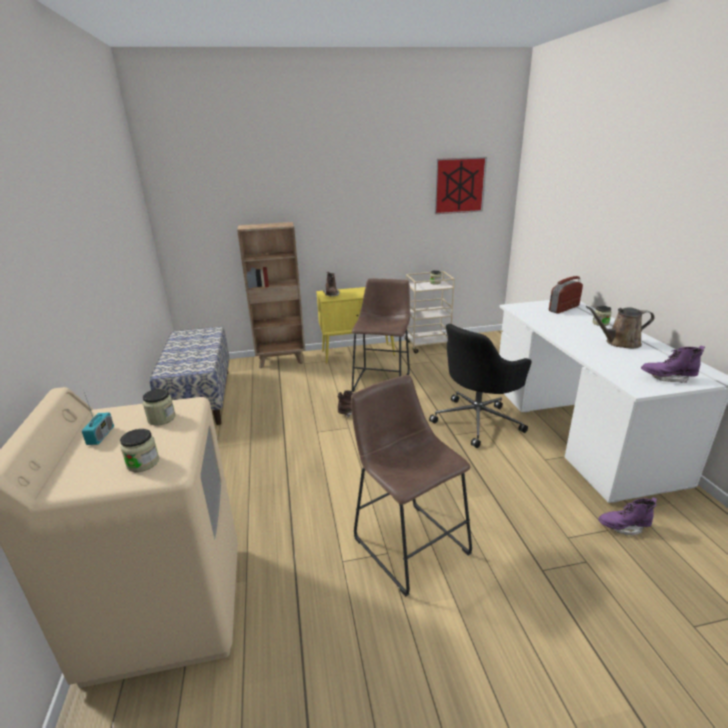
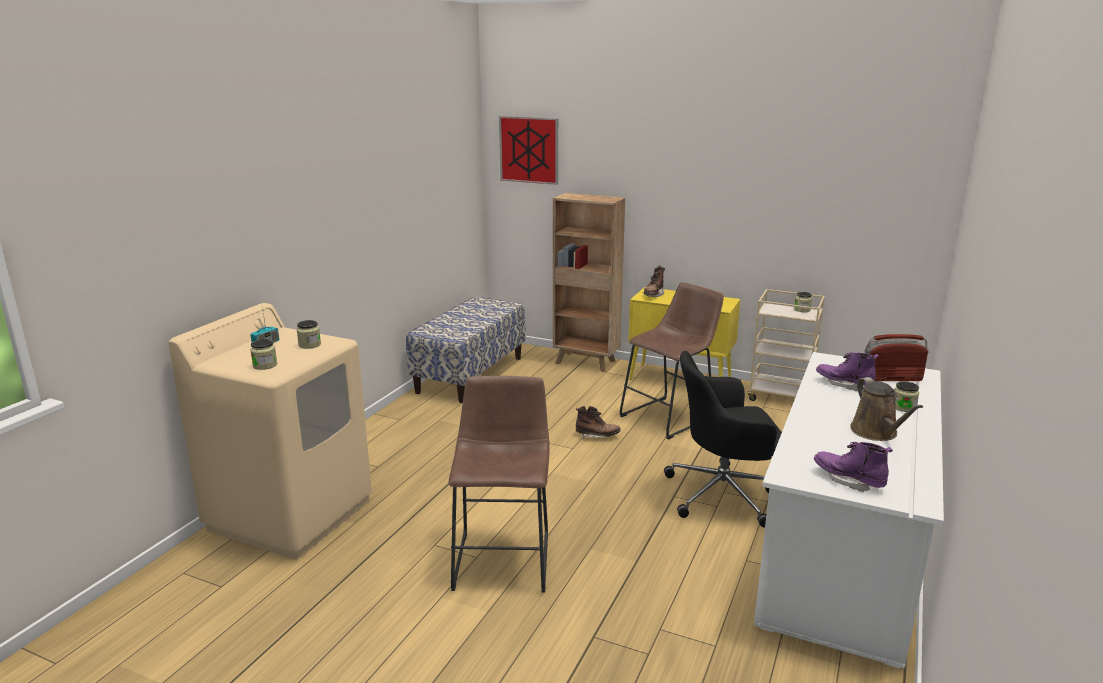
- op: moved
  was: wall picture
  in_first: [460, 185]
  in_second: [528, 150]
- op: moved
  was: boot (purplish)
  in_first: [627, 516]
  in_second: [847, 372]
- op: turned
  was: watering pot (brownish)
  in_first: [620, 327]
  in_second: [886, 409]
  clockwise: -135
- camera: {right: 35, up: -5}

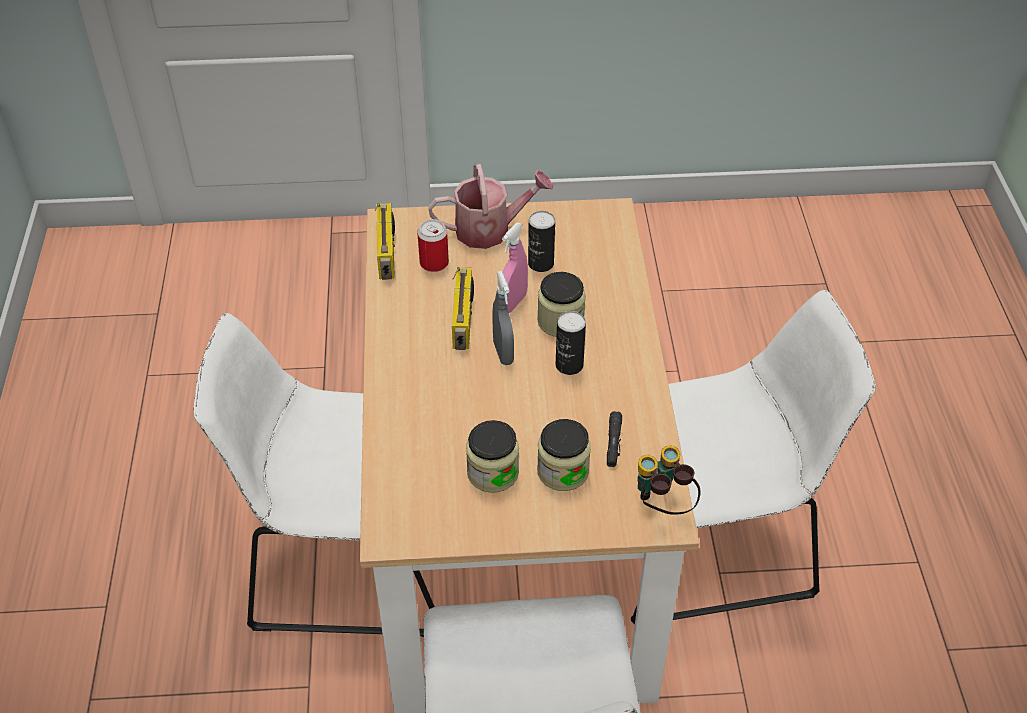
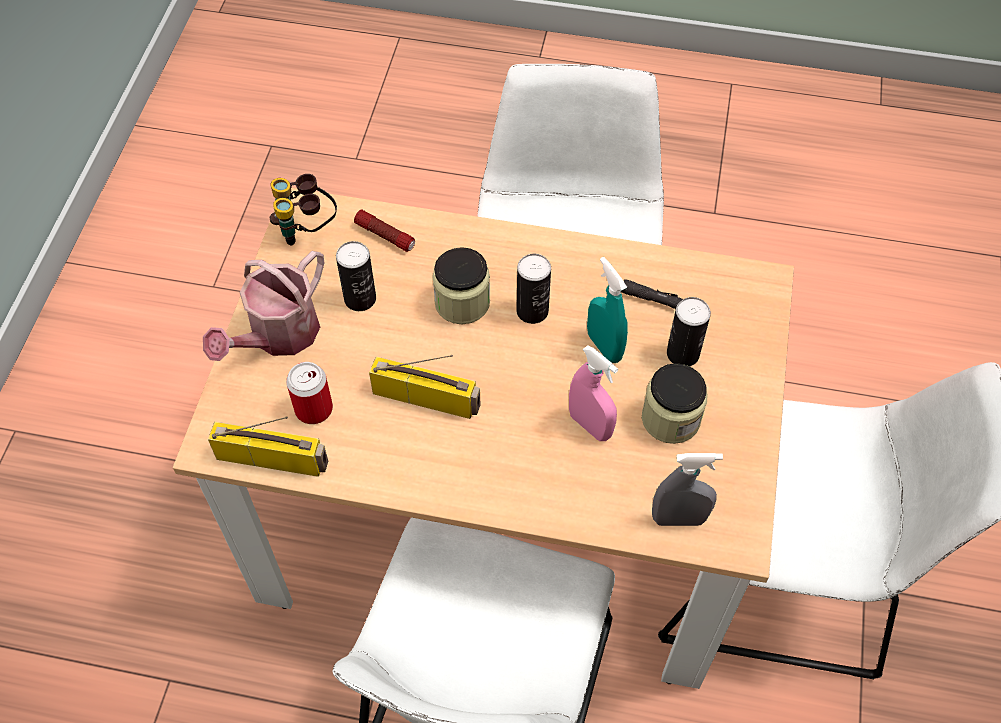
- op: turned
  was: watering pot
  in_first: [490, 206]
  in_second: [263, 306]
  clockwise: -150
- op: moved
  was: field glasses
  in_first: [669, 480]
  in_second: [303, 209]
- op: added
  now: flashlight
  in_second: [384, 230]
- op: moved
  was: spray bottle (pink)
  in_first: [515, 268]
  in_second: [593, 393]
- op: added
  now: spray bottle (turquoise)
  in_second: [607, 310]
- op: moved
  was: spray bottle (greyish)
  in_first: [503, 318]
  in_second: [687, 489]
- op: replaced
  was: jar
  now: sealed can
  in_first: [564, 455]
  in_second: [689, 332]
- camera: {right: -75, up: 10}

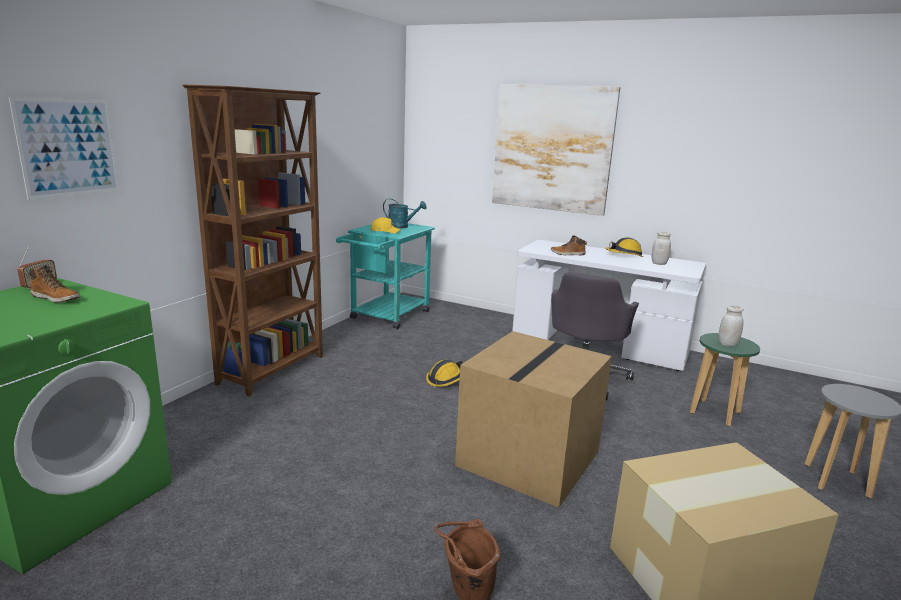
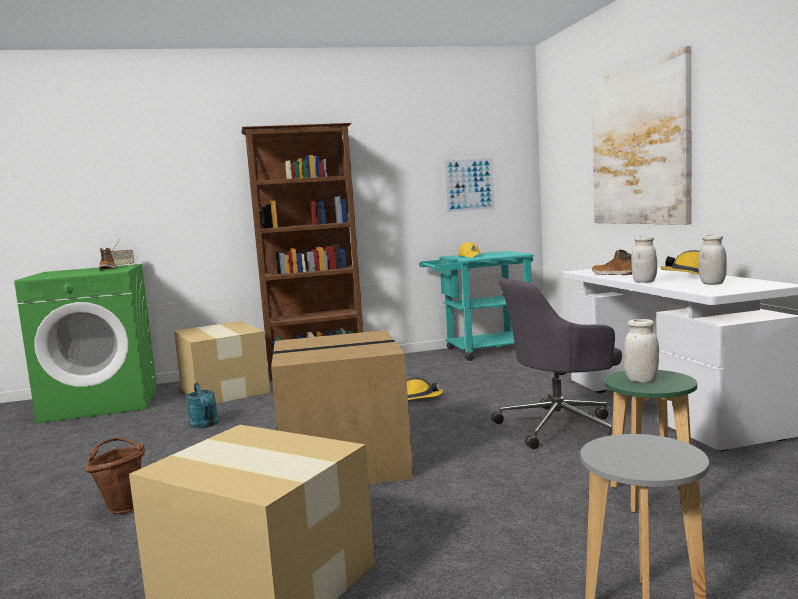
- op: added
  now: carton
  in_second: [222, 362]
- op: moved
  was: watering pot (turquoise)
  in_first: [405, 214]
  in_second: [202, 406]
- op: moved
  was: wall picture
  in_first: [64, 148]
  in_second: [469, 185]
- op: added
  now: jar (whitish)
  in_second: [644, 259]
- camera: {right: 50, up: -10}

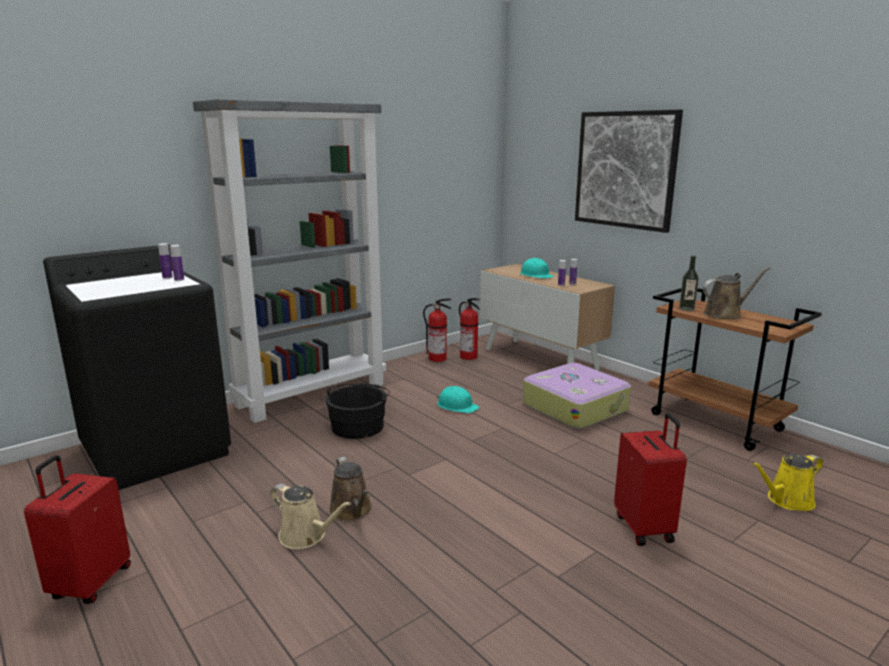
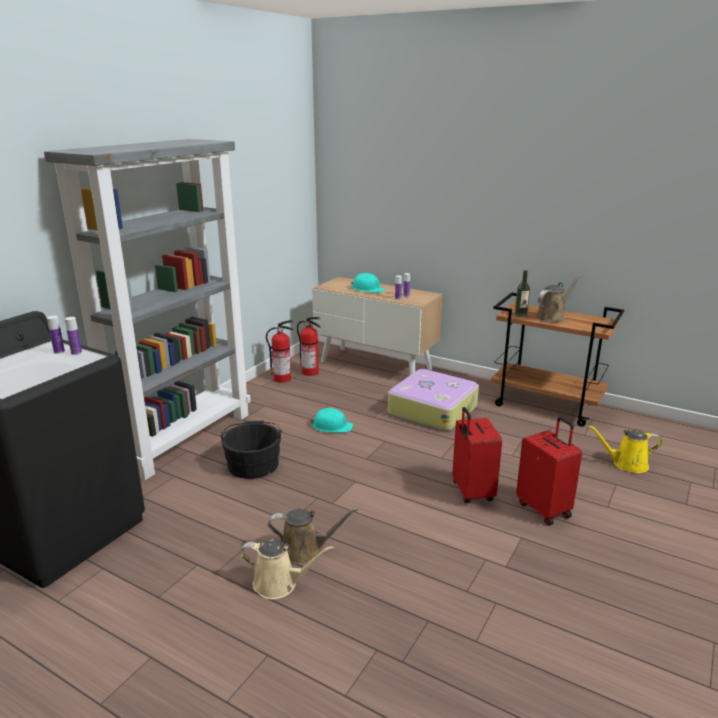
- op: turned
  was: watering pot (brownish)
  in_first: [350, 489]
  in_second: [313, 536]
  clockwise: -45
- op: moved
  was: suitcase (red-coloured)
  in_first: [77, 529]
  in_second: [477, 455]
- op: turned
  was: watering pot (yellow-coloured)
  in_first: [787, 482]
  in_second: [625, 449]
  clockwise: 45
- op: removed
  was: wall picture
  in_first: [629, 171]
- camera: {right: -20, up: 5}

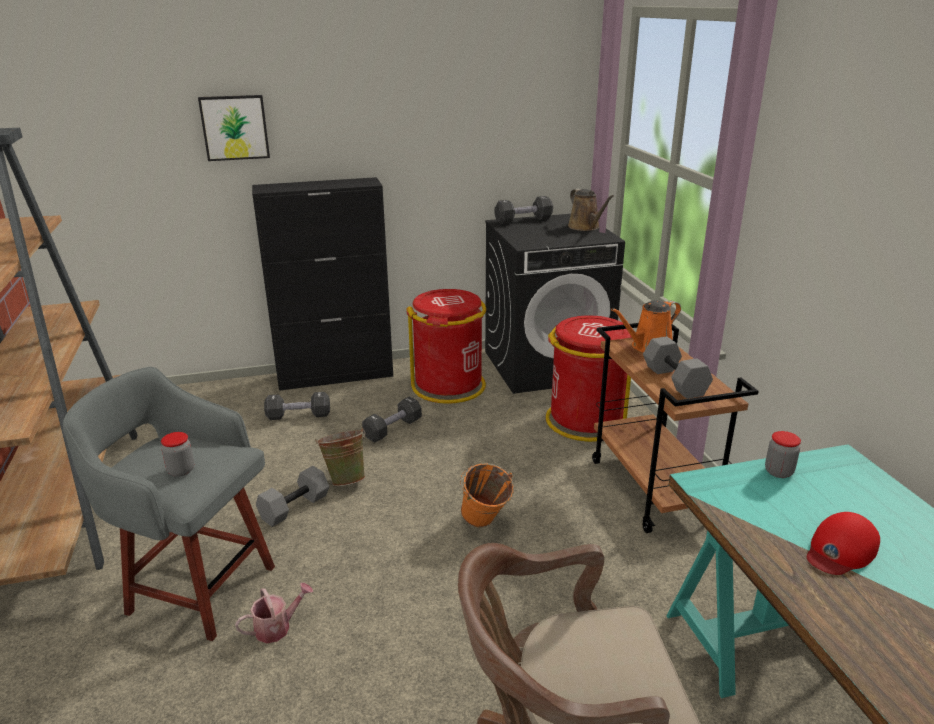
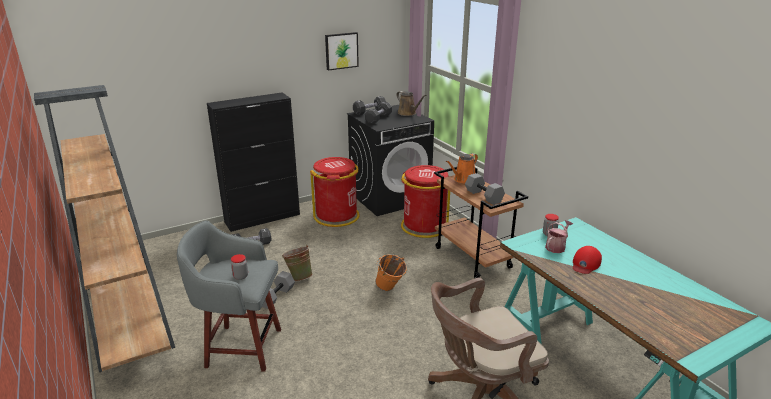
- op: moved
  was: wall picture
  in_first: [234, 128]
  in_second: [342, 51]
- op: moved
  was: hand weight (blackish)
  in_first: [392, 419]
  in_second: [378, 113]
- op: moved
  was: watering pot
  in_first: [274, 613]
  in_second: [559, 236]
- camera: {right: -15, up: 0}

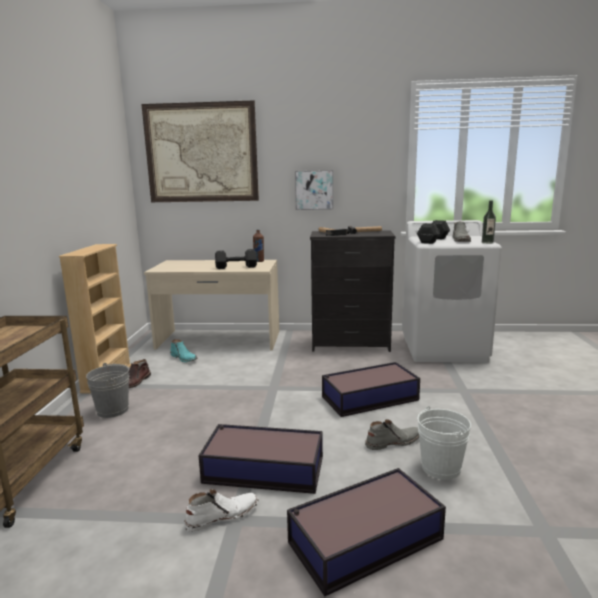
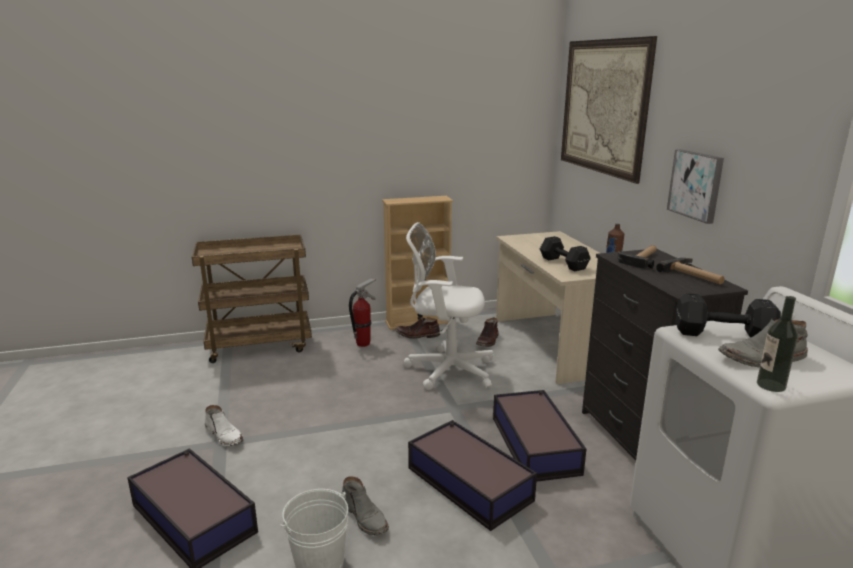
- op: replaced
  was: bucket (greyish)
  now: extinguisher
  in_first: [107, 390]
  in_second: [362, 312]
- op: added
  now: office chair (whitish)
  in_second: [448, 306]
- op: recoloured
  was: boot (turquoise)
  now: boot (brownish)
  in_first: [183, 350]
  in_second: [487, 332]
- op: moved
  was: storage box
  in_first: [261, 459]
  in_second: [539, 436]
- camera: {right: 70, up: 5}

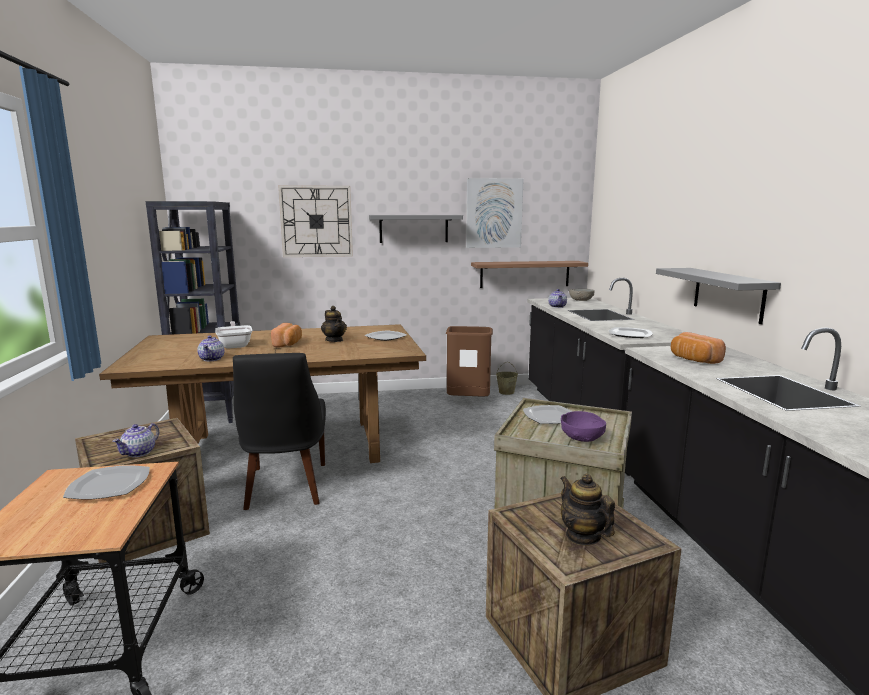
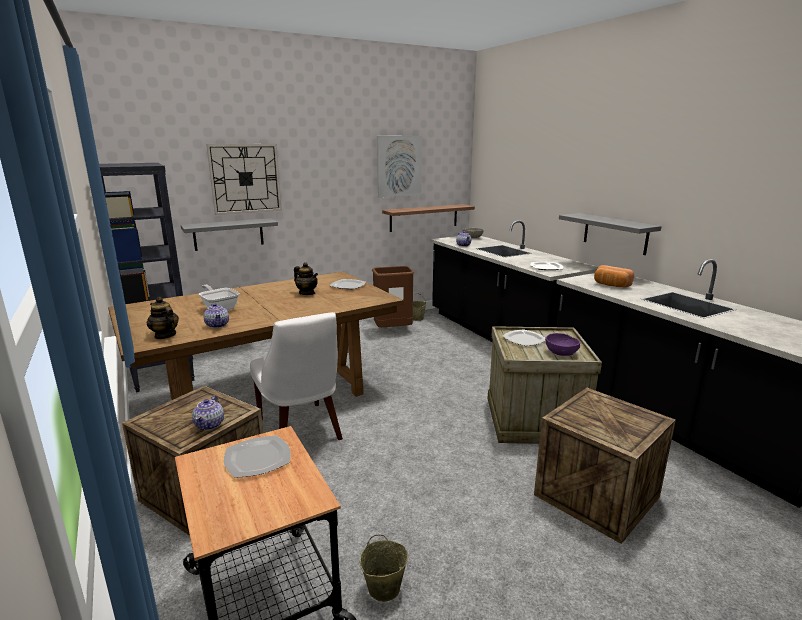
- op: moved
  was: pot for tea
  in_first: [587, 509]
  in_second: [163, 318]
- op: moved
  was: shelf (greyish)
  in_first: [416, 229]
  in_second: [229, 234]
- op: recoloured
  was: plain chair (blackish)
  now: plain chair (whitish)
  in_first: [279, 431]
  in_second: [296, 376]
- op: added
  now: bucket (beige-coloured)
  in_second: [384, 568]
- op: removed
  was: bread
  in_first: [286, 335]
- camera: {right: -20, up: 5}

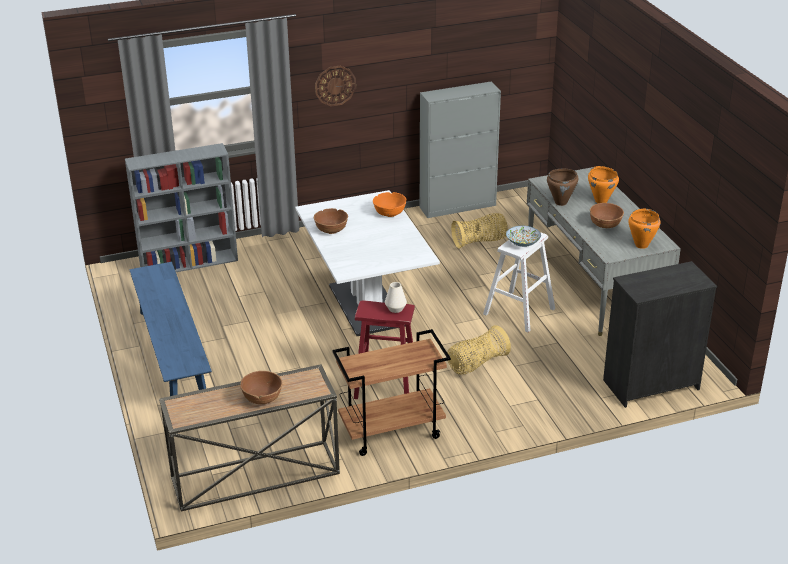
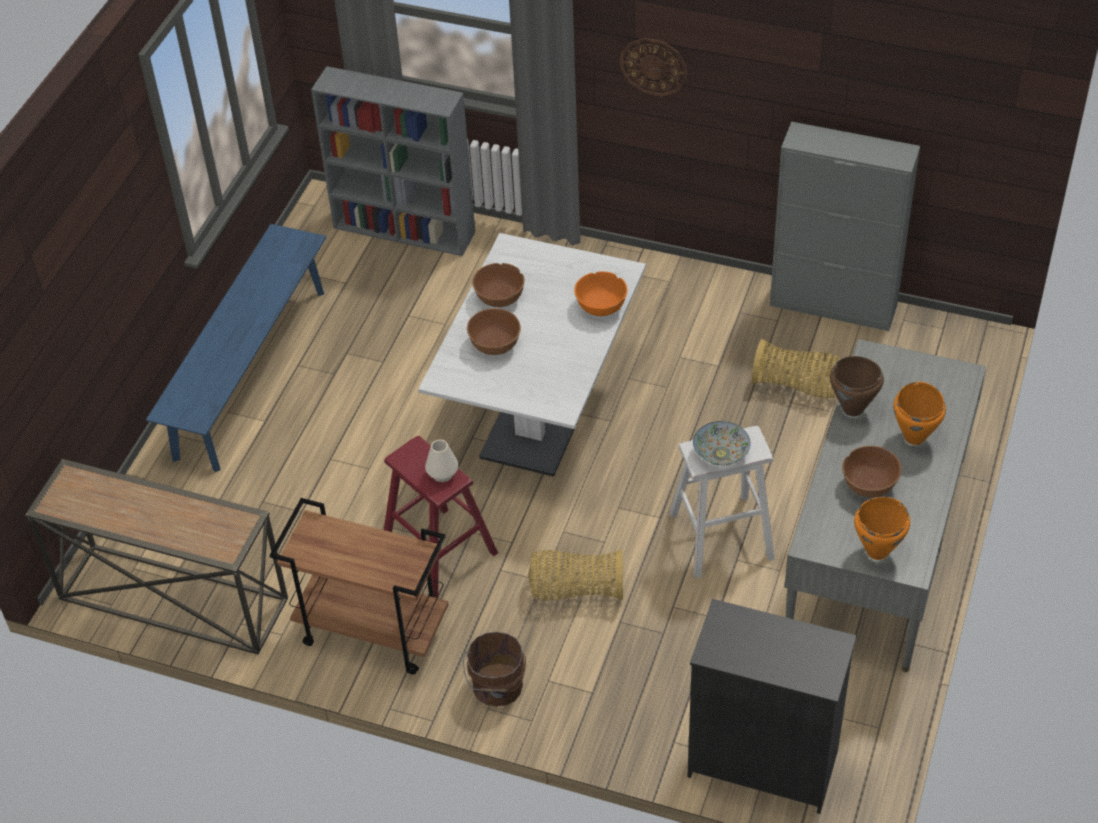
- op: added
  now: bucket (brownish)
  in_second: [494, 669]
- op: moved
  was: bowl (brownish)
  in_first: [261, 387]
  in_second: [494, 331]
- camera: {right: 40, up: 15}

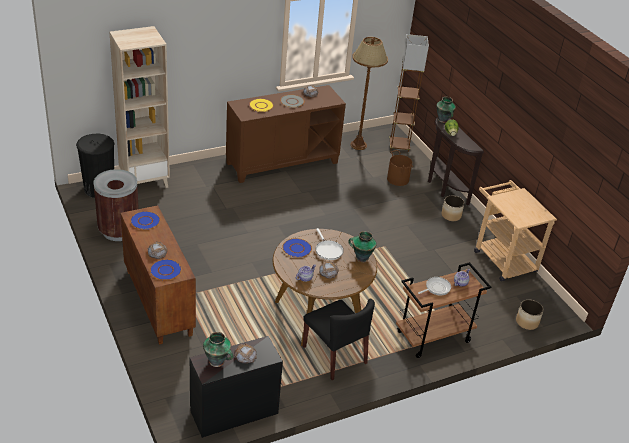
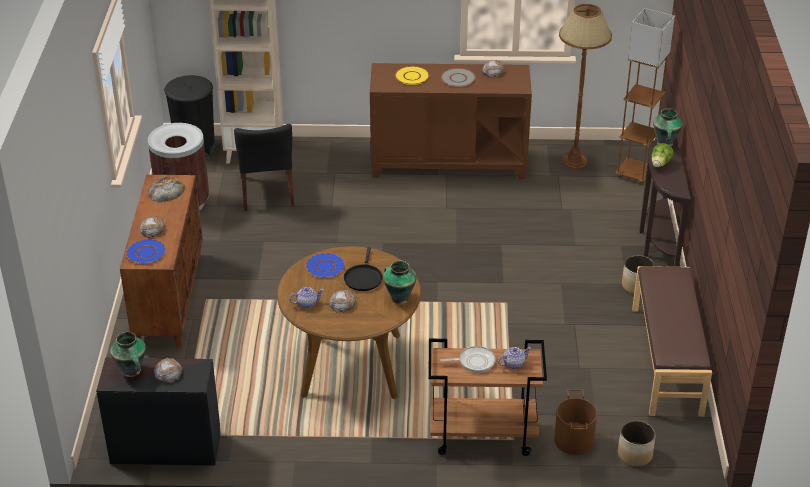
- op: replaced
  was: dinner plate (blue-coloured)
  now: bread
  in_first: [145, 220]
  in_second: [166, 189]
- op: moved
  was: plain chair (blackish)
  in_first: [339, 339]
  in_second: [264, 167]
- op: recoloured
  was: skillet (whitish)
  now: skillet (blackish)
  in_first: [329, 244]
  in_second: [363, 269]
- op: moved
  was: bucket (brownish)
  in_first: [400, 168]
  in_second: [575, 422]
- op: replaced
  was: cart (beige-coloured)
  now: long seat (brownish)
  in_first: [515, 230]
  in_second: [672, 341]
- camera: {right: 30, up: 0}

